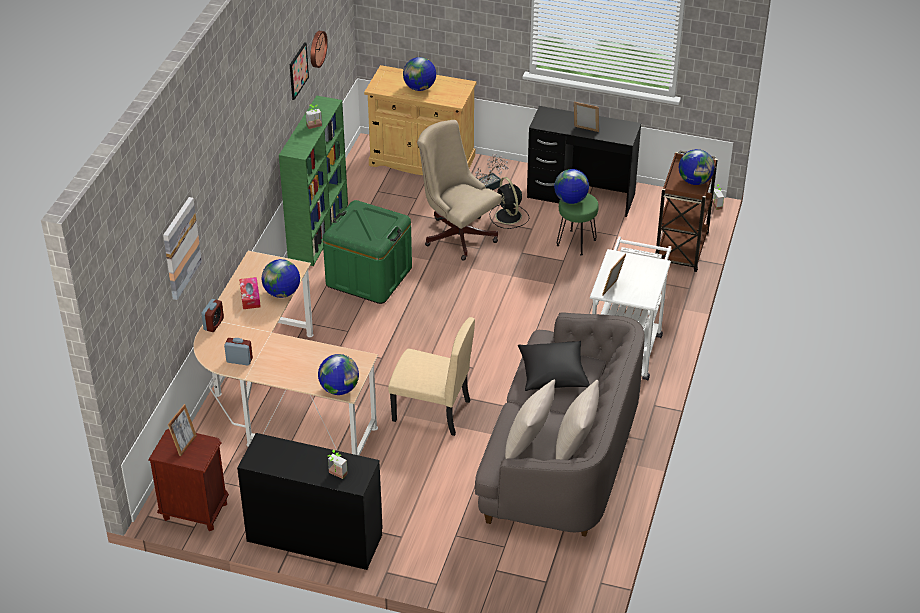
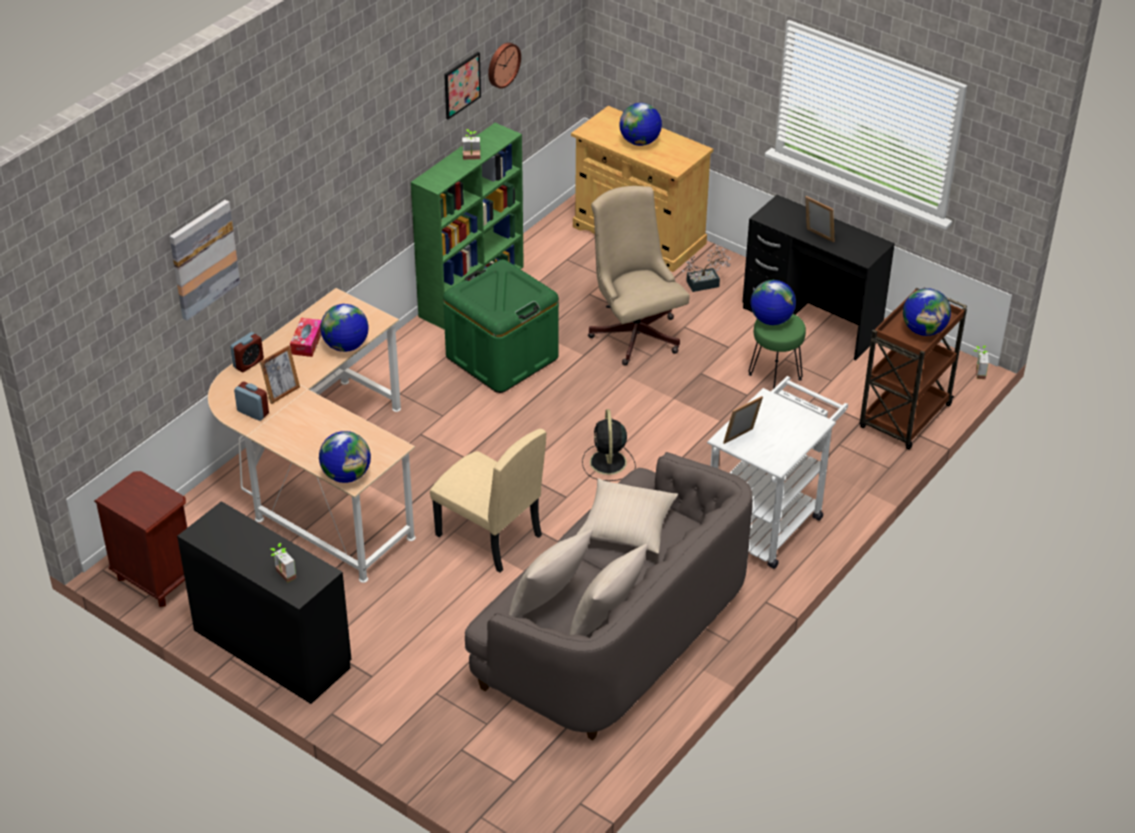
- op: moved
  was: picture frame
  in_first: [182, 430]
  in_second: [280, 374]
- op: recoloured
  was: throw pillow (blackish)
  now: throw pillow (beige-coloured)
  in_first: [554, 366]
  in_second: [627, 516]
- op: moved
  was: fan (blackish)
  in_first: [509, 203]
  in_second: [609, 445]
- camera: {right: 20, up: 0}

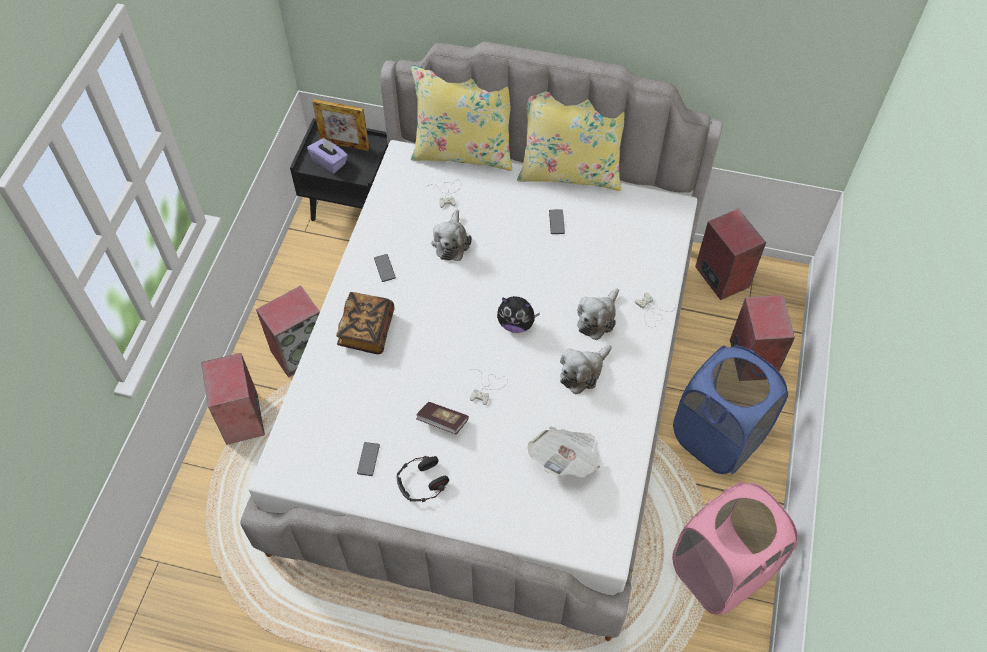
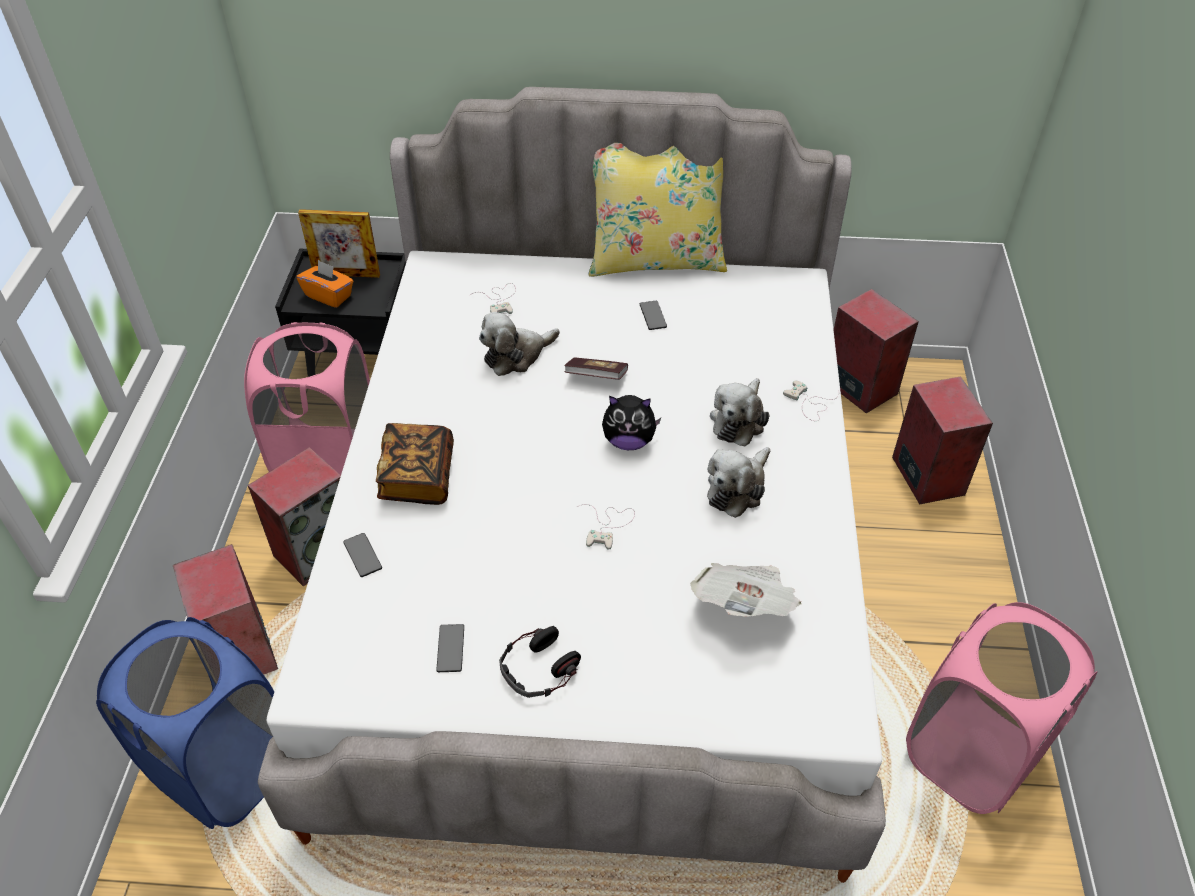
- op: moved
  was: washing basket (blue-coloured)
  in_first: [730, 410]
  in_second: [185, 723]
- op: added
  now: washing basket (pink)
  in_second: [307, 398]
- op: recoloured
  was: box of tissues (purplish)
  now: box of tissues (orangey)
  in_first: [327, 156]
  in_second: [325, 284]
- op: moved
  was: handset
  in_first: [385, 268]
  in_second: [362, 555]
- op: turned
  was: cuddly toy
  in_first: [451, 235]
  in_second: [519, 344]
  clockwise: 60
- op: moved
  was: bound book
  in_first: [442, 418]
  in_second: [596, 369]
- op: removed
  was: throw pillow (yellow-coloured)
  in_first: [461, 118]
- camera: {right: -10, up: -10}

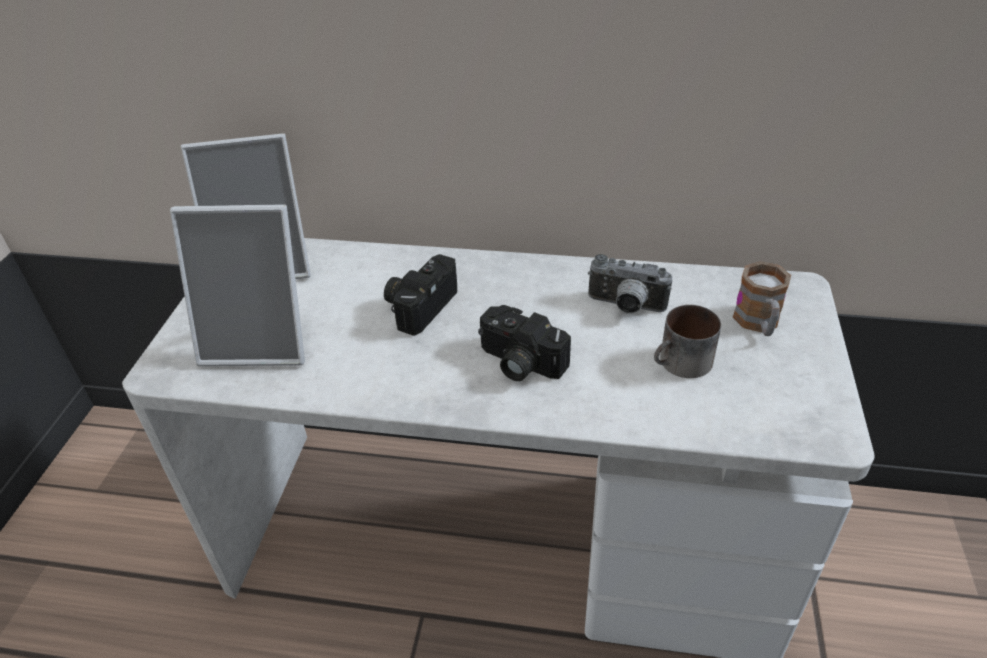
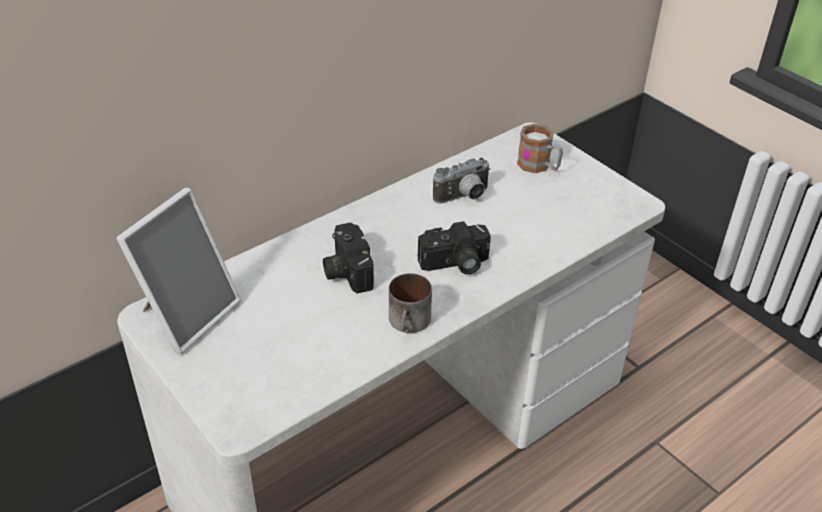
- op: moved
  was: coffee mug
  in_first: [687, 341]
  in_second: [410, 303]
- op: removed
  was: picture frame
  in_first: [237, 285]
- camera: {right: -50, up: 0}

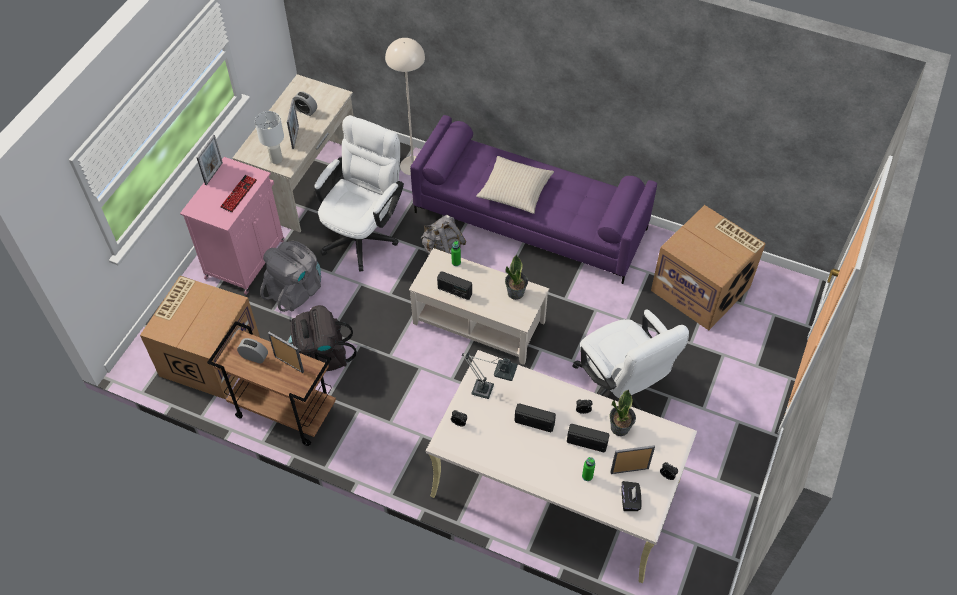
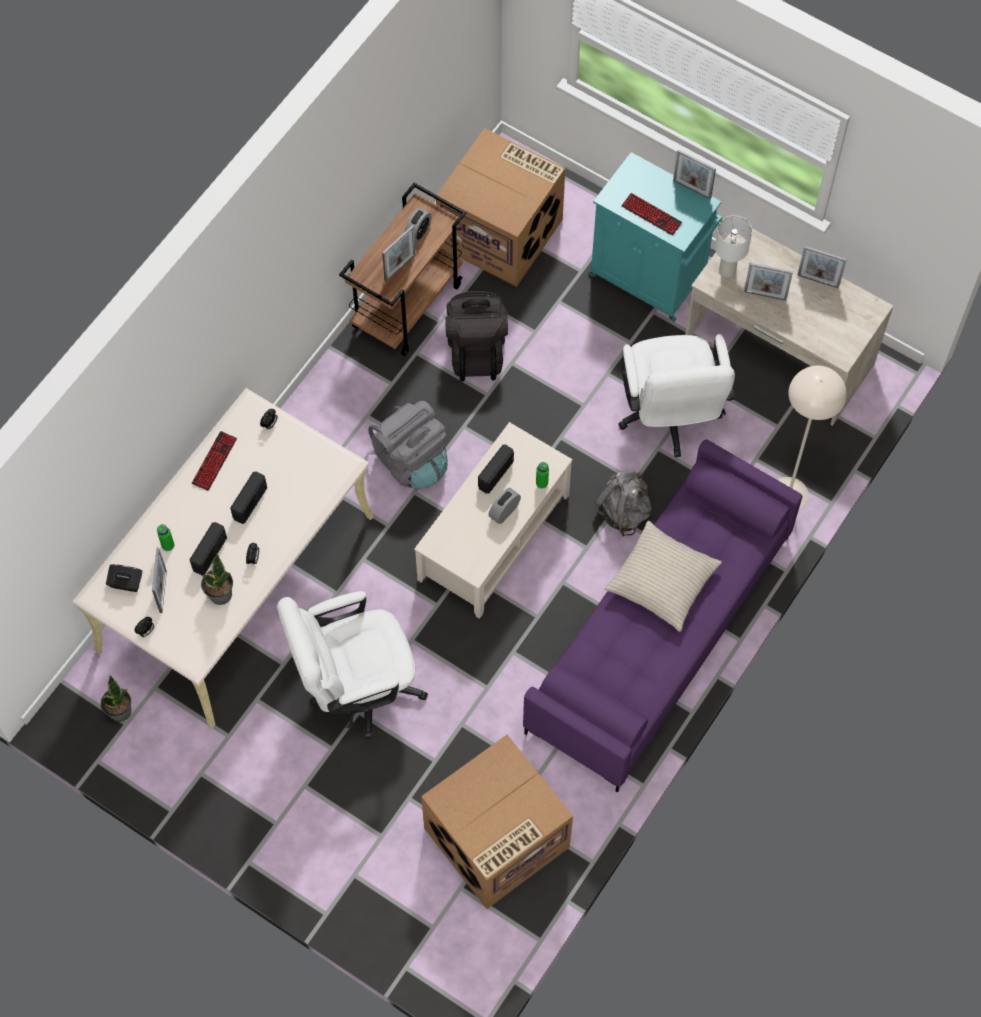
- op: moved
  was: houseplant
  in_first: [516, 277]
  in_second: [116, 698]
- op: added
  now: computer keyboard
  in_second: [214, 461]
- op: moved
  was: backpack (greyish)
  in_first: [290, 276]
  in_second: [408, 445]
- op: moved
  was: alarm clock
  in_first: [305, 103]
  in_second: [504, 506]
- op: recoloured
  was: cupboard (pink)
  now: cupboard (turquoise)
  in_first: [232, 226]
  in_second: [655, 237]
- op: turned
  was: office chair (whitish)
  in_first: [359, 193]
  in_second: [676, 395]
  clockwise: 45
- op: added
  now: picture frame
  in_second: [822, 267]
- op: removed
  was: lamp for a table
  in_first: [490, 375]
- camera: {right: 100, up: 10}

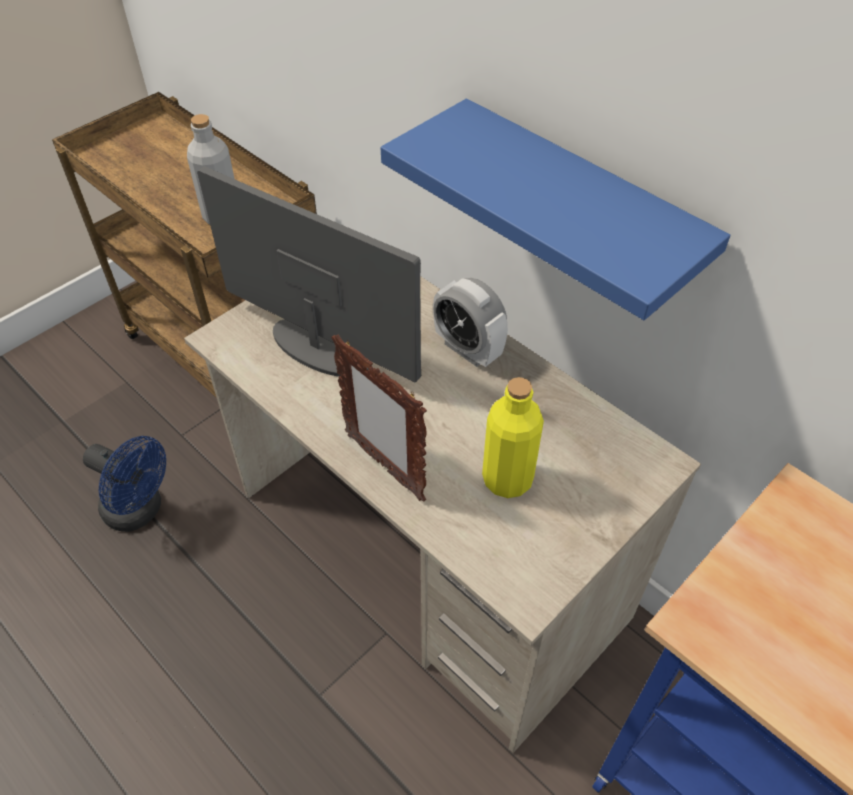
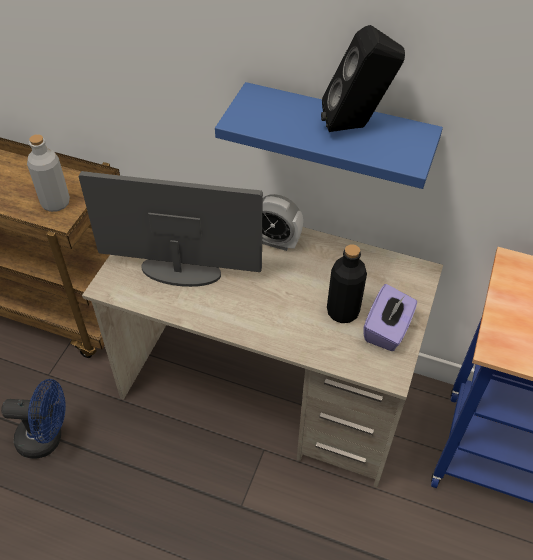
- op: added
  now: audio speaker (blackish)
  in_second: [363, 78]
- op: recoloured
  was: bottle (yellow-coloured)
  now: bottle (blackish)
  in_first: [513, 437]
  in_second: [347, 283]
- op: added
  now: box of tissues (purplish)
  in_second: [390, 317]
- op: removed
  was: picture frame
  in_first: [379, 418]
- camera: {right: -25, up: 0}

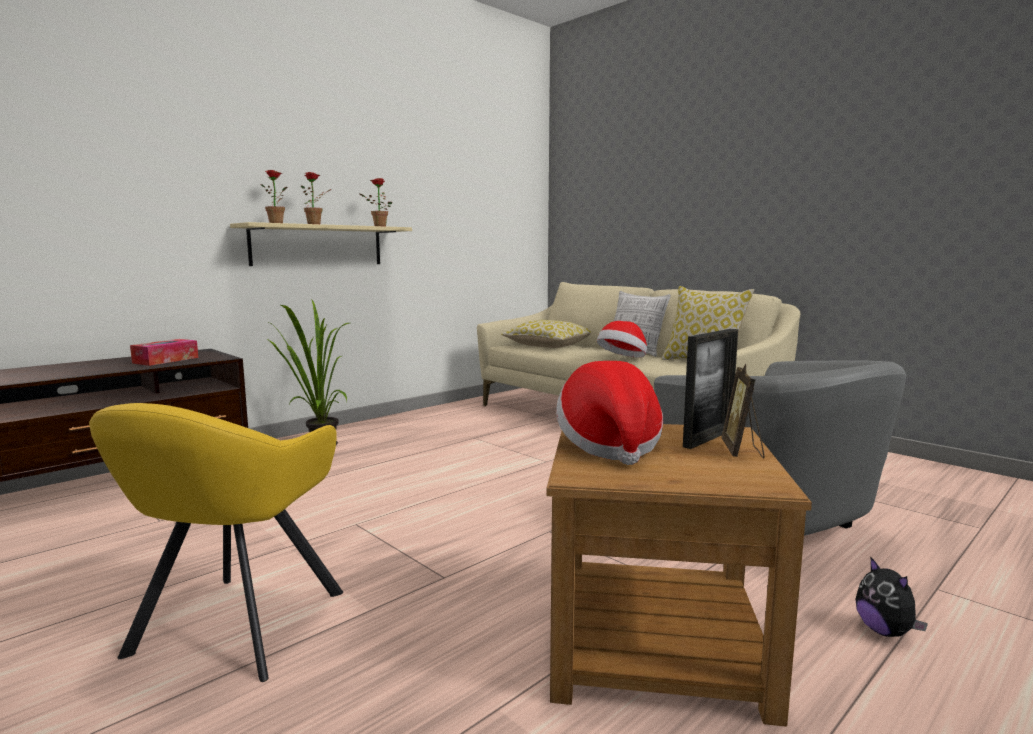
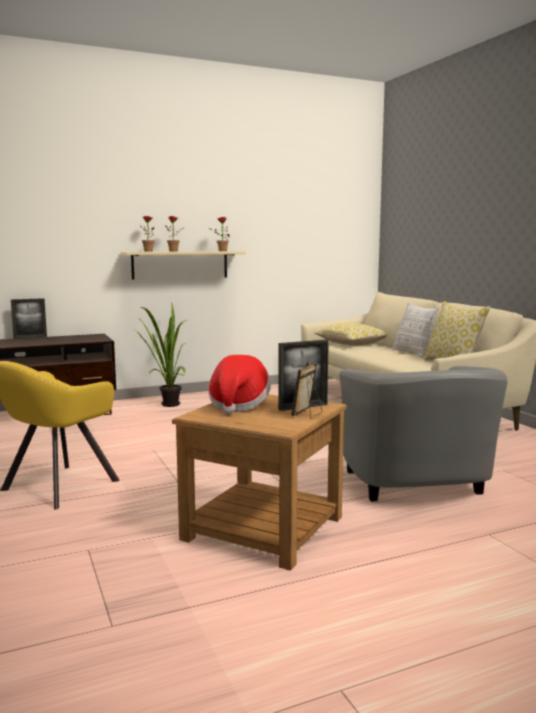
- op: added
  now: picture frame
  in_second: [29, 318]
- op: removed
  was: box of tissues
  in_first: [164, 352]
- op: removed
  was: hat
  in_first: [622, 339]
- op: removed
  was: cuddly toy
  in_first: [892, 596]
- camera: {right: 20, up: 0}

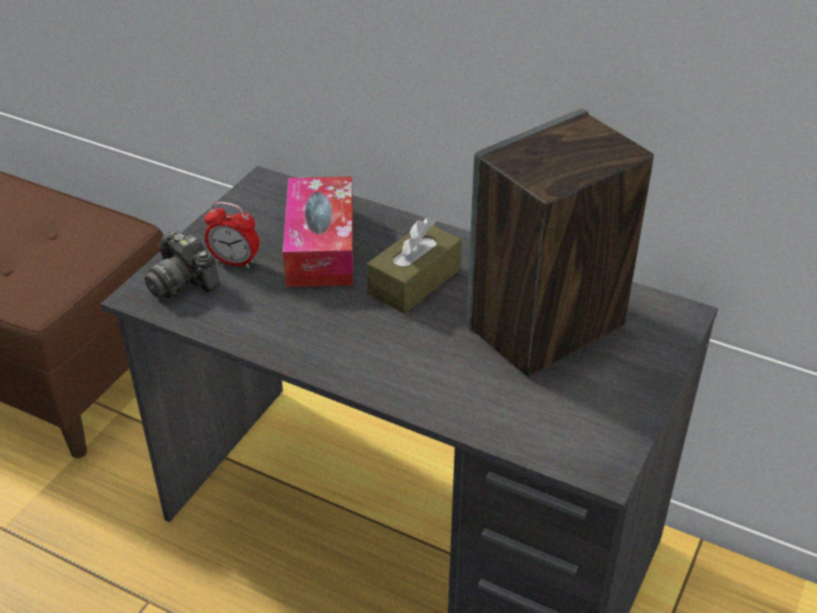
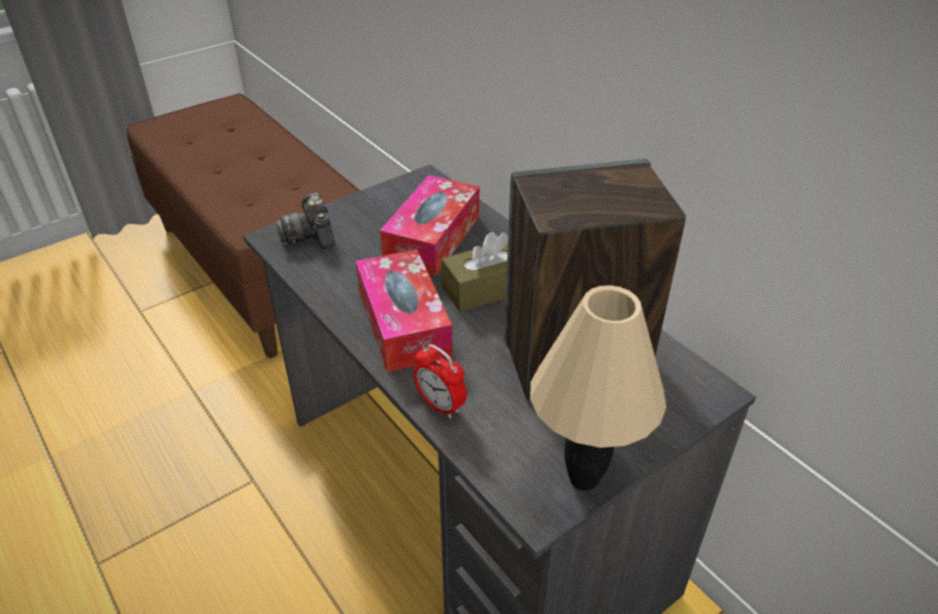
- op: added
  now: box of tissues
  in_second: [404, 310]
- op: moved
  was: alarm clock
  in_first: [232, 235]
  in_second: [440, 381]
- op: added
  now: lamp for a table (beige-coloured)
  in_second: [598, 388]
- camera: {right: 25, up: 0}

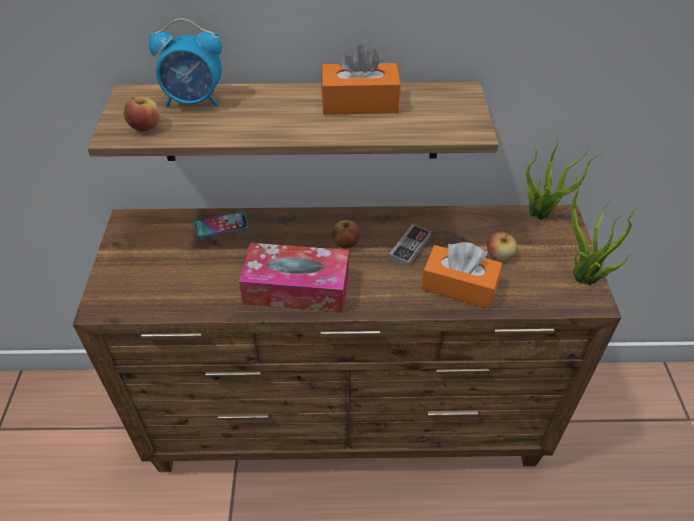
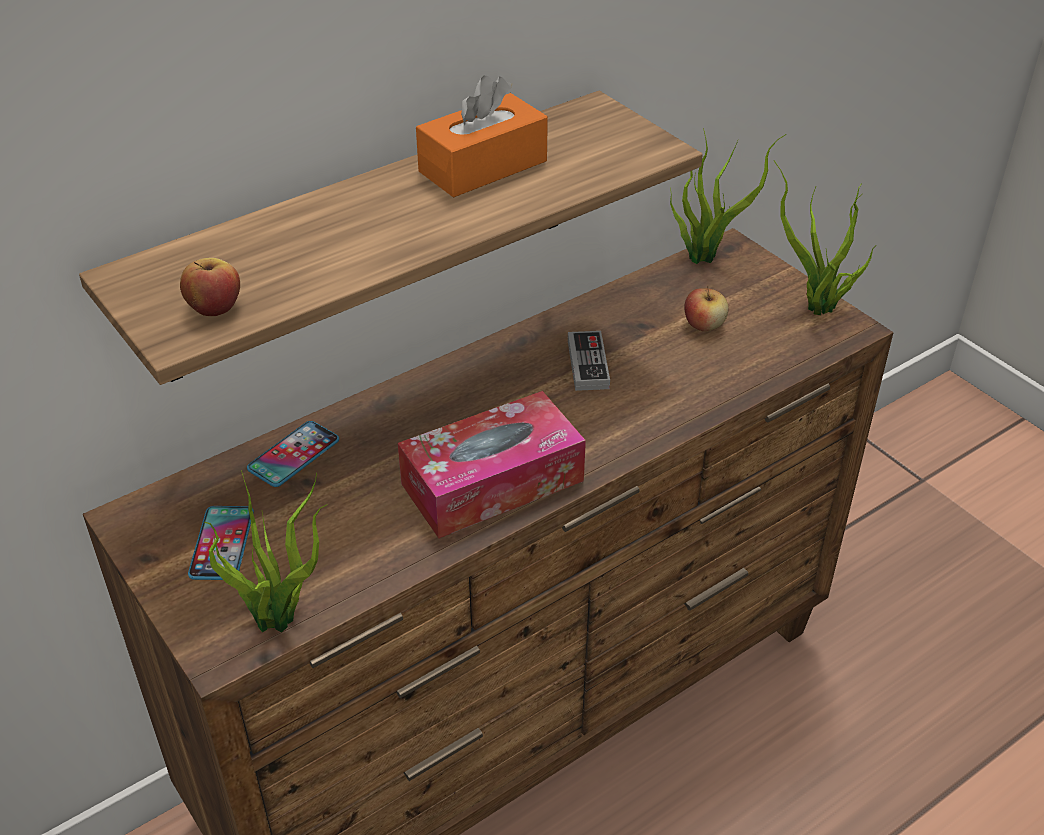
- op: added
  now: handset
  in_second: [221, 543]
- op: added
  now: houseplant
  in_second: [266, 551]
- op: removed
  was: alarm clock
  in_first: [185, 62]
- op: removed
  was: whole apple
  in_first: [345, 234]
- op: removed
  was: box of tissues (orangey)
  in_first: [461, 275]
- camera: {right: -35, up: -5}

